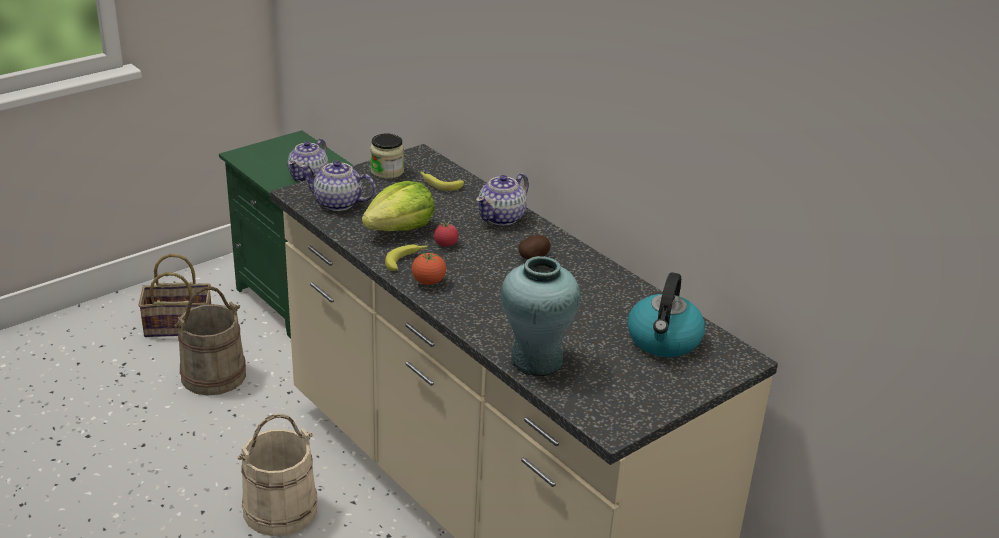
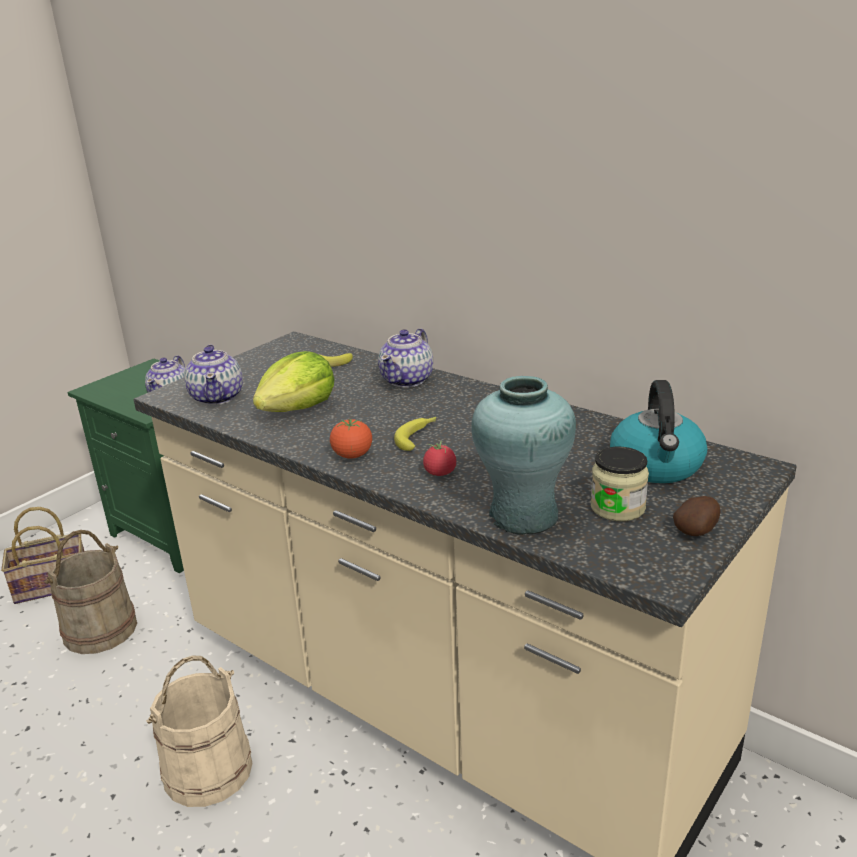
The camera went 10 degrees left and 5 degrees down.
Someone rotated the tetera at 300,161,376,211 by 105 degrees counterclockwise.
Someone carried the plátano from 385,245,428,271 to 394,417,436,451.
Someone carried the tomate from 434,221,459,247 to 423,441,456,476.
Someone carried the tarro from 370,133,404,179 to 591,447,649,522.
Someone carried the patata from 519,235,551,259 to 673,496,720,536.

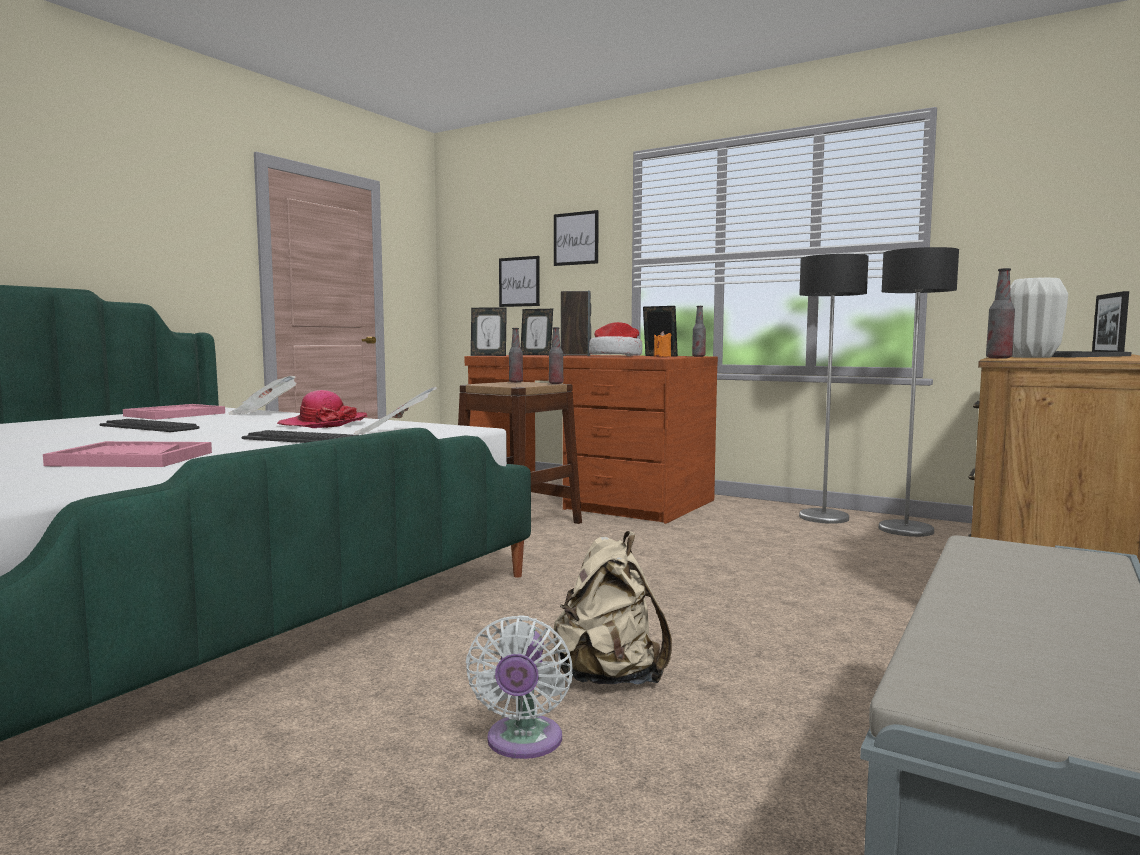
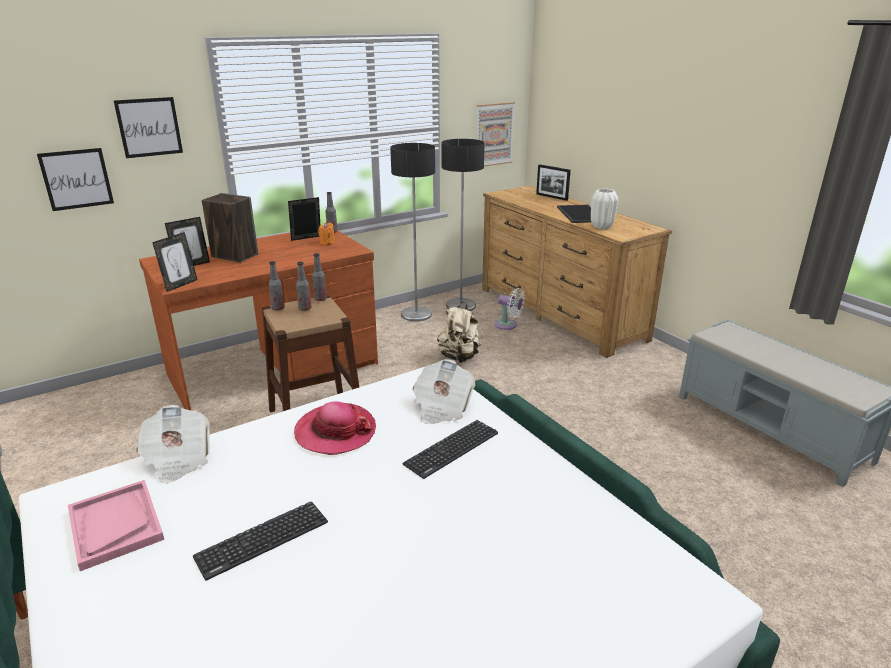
The camera went 65 degrees left and 20 degrees up.
Someone carried the botella from 986,268,1015,358 to 296,262,312,311.
Someone carried the mochila/beis from 553,531,672,684 to 437,302,481,363.
Someone put up the cuadro at 477,102,515,167.
Someone carried the ventilador/blanco from 466,615,573,759 to 495,288,525,330.
Someone took away the bandeja/rosa at 43,441,212,467.
Someone took away the sombrero at 589,322,643,356.

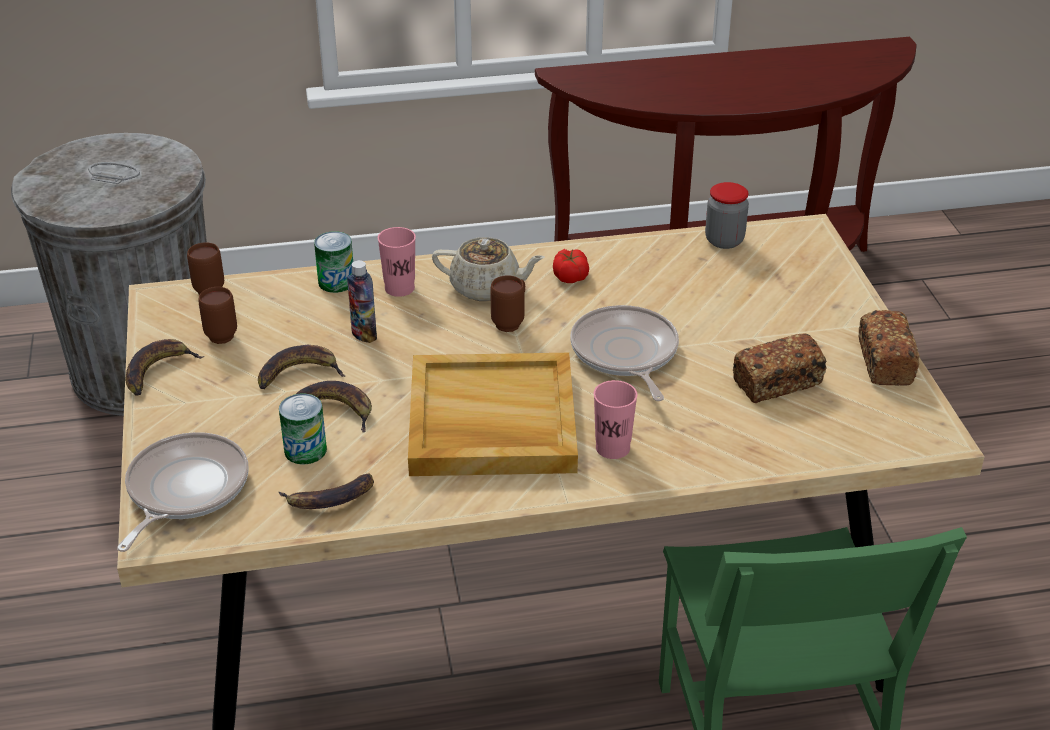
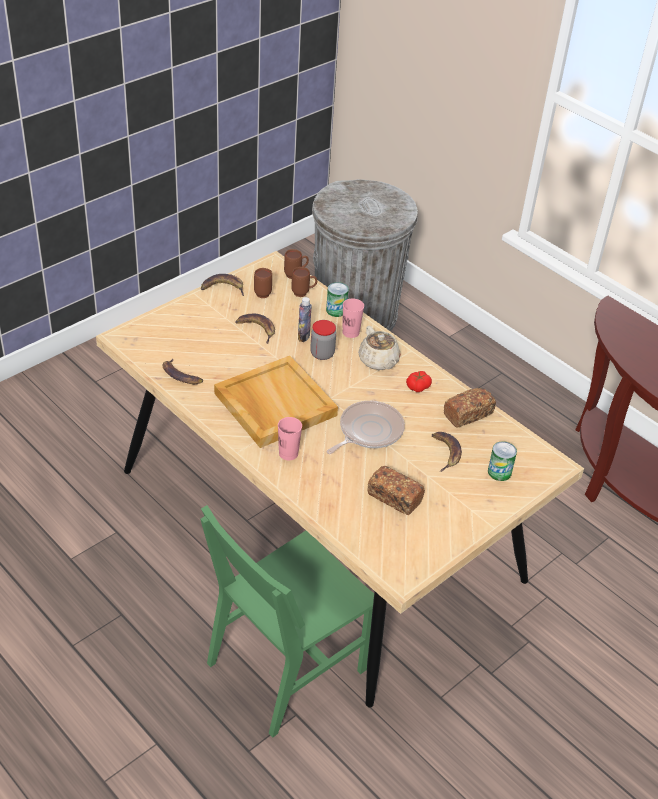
The camera went 55 degrees right and 5 degrees up.
Someone carried the taza grande/marrón from 490,275,525,332 to 291,267,317,297.
Someone carried the tarro from 705,182,749,249 to 310,320,336,360.
Someone carried the plátano from 296,381,372,433 to 432,432,462,472.
Someone carried the pan from 859,310,920,386 to 444,388,496,427.
Someone carried the lata from 279,394,327,464 to 488,441,517,481.
Someone took away the sartén at 117,432,248,552.

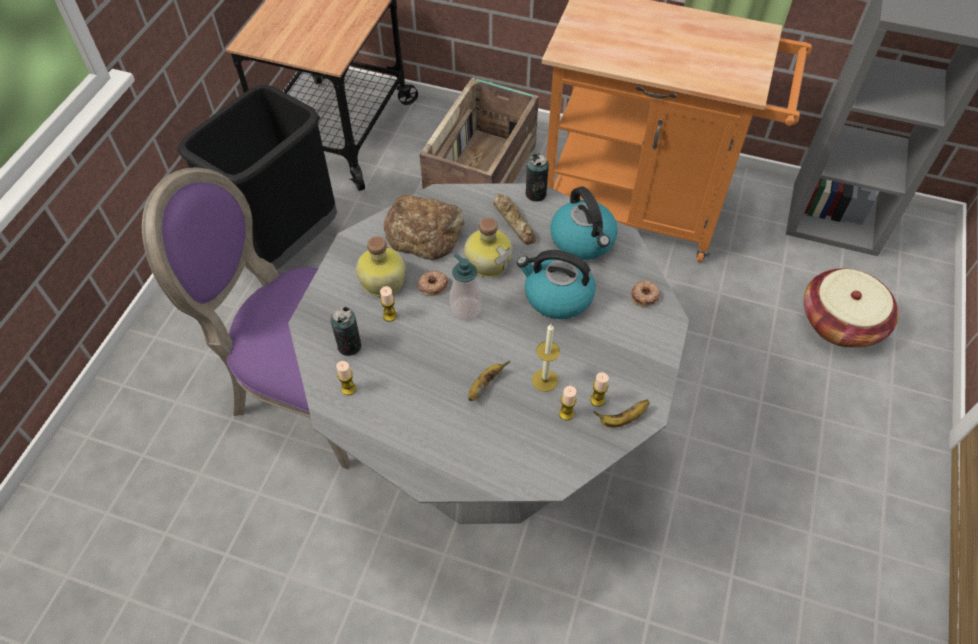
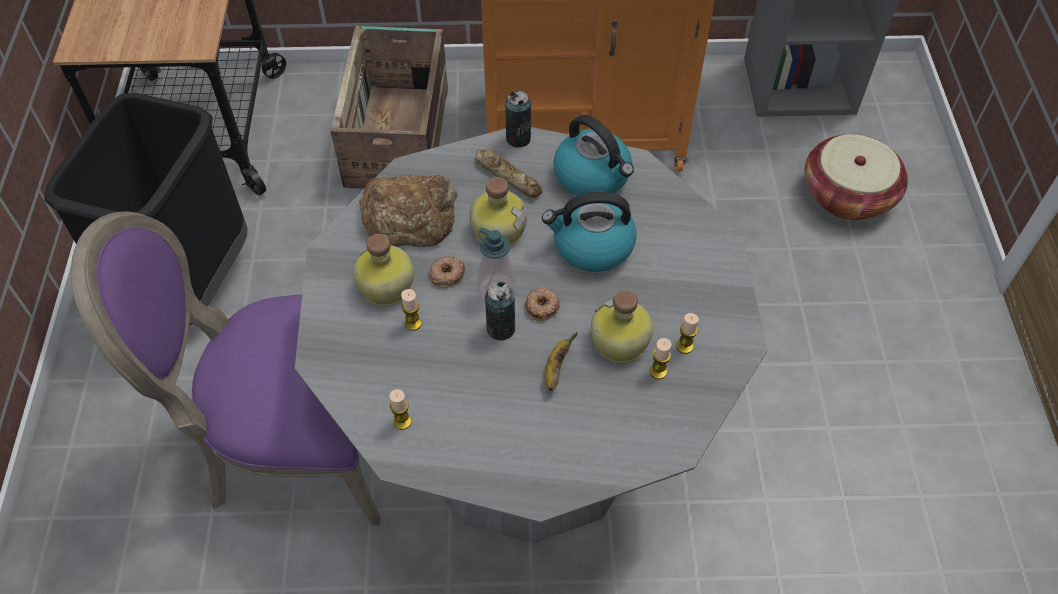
The camera went 20 degrees left and 0 degrees up.
Someone carried the lata from 330,307,361,356 to 485,282,515,340.
Someone carried the rosquilla from 631,281,660,307 to 525,287,560,321.
Someone swapped the vela at 532,324,560,392 for the botella at 591,290,653,363.
Someone took away the plátano at 593,400,650,428.

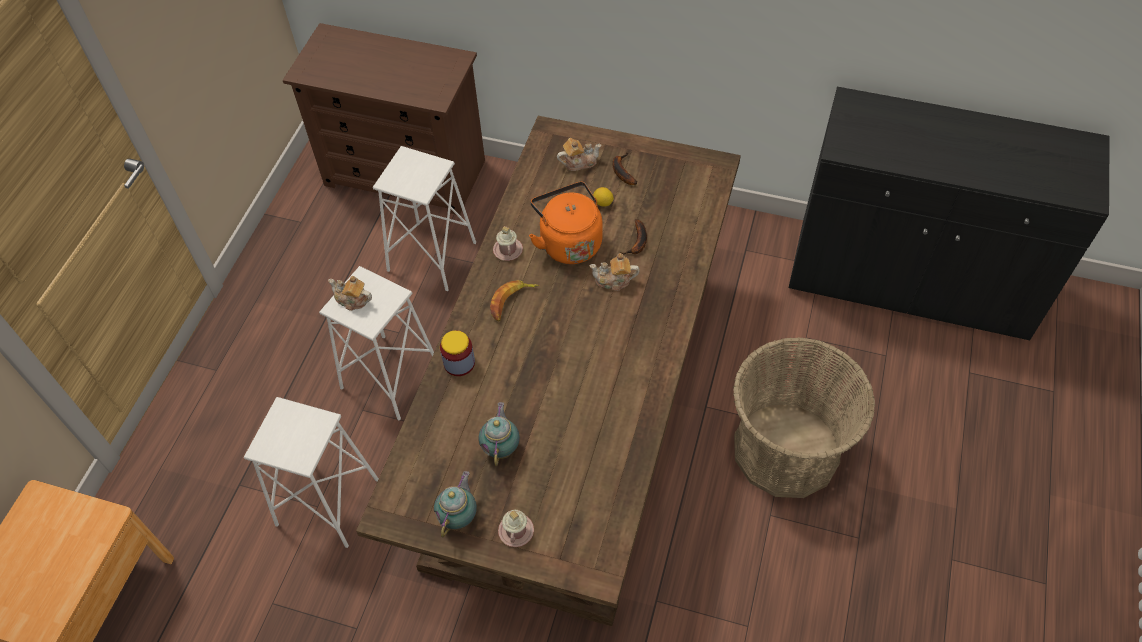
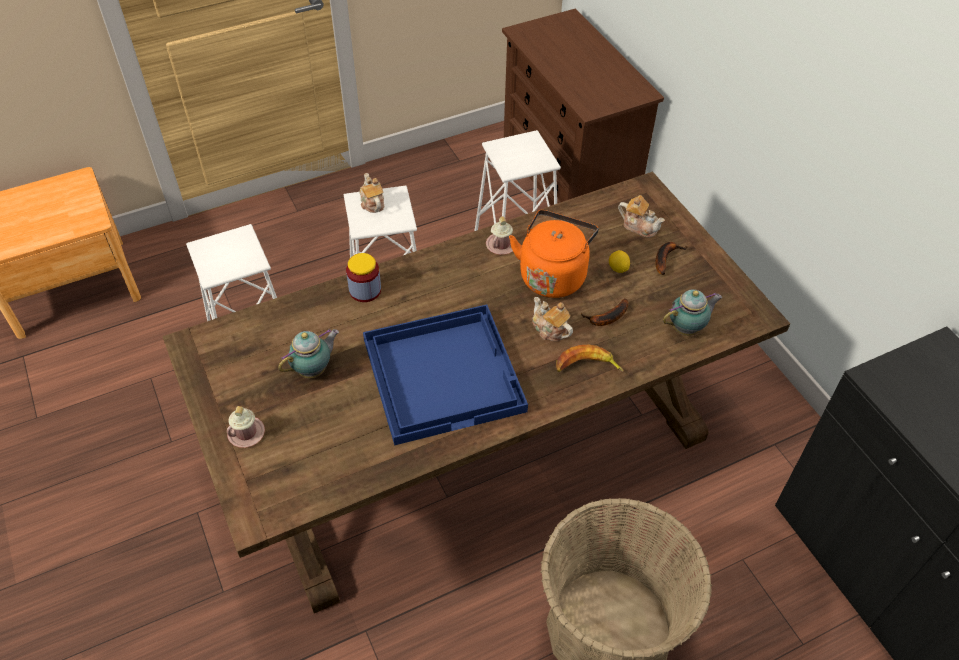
The camera went 45 degrees right and 5 degrees down.
Someone put down the bandeja/azul at 363,304,528,445.
Someone carried the plátano from 490,280,539,322 to 556,345,624,372.
Someone carried the tetera from 434,471,477,538 to 663,289,722,336.

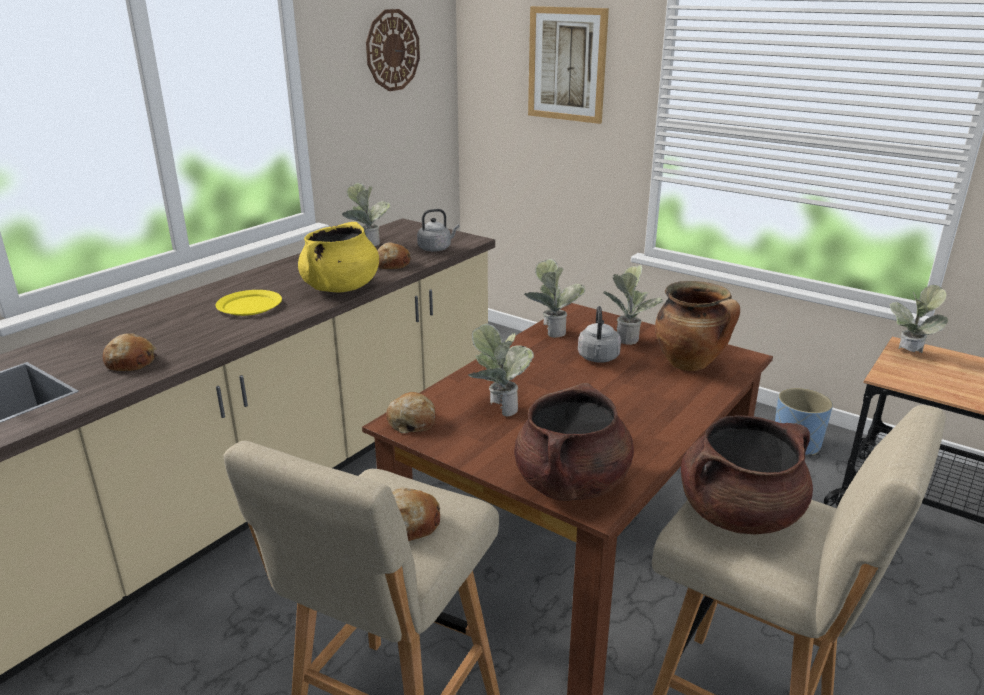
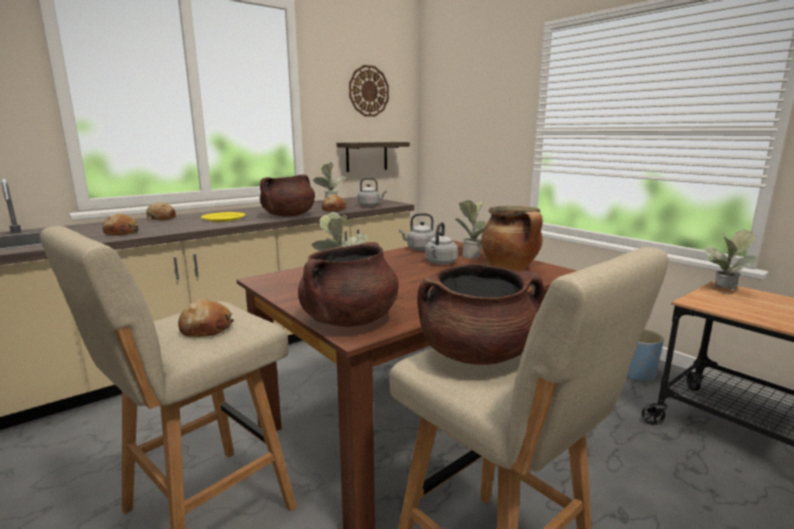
The camera went 15 degrees right and 10 degrees down.
Someone carried the pan from 386,392,436,433 to 146,202,176,221.
Someone repainted the olla/amarillo at 298,222,379,293, which became the olla/marrón at 260,174,315,216.
Someone put up the estante at 337,142,410,172.
Someone swapped the planta en maceta at 525,259,585,338 for the hervidor/gris at 399,213,436,251.
Someone took away the cuadro at 528,6,609,124.

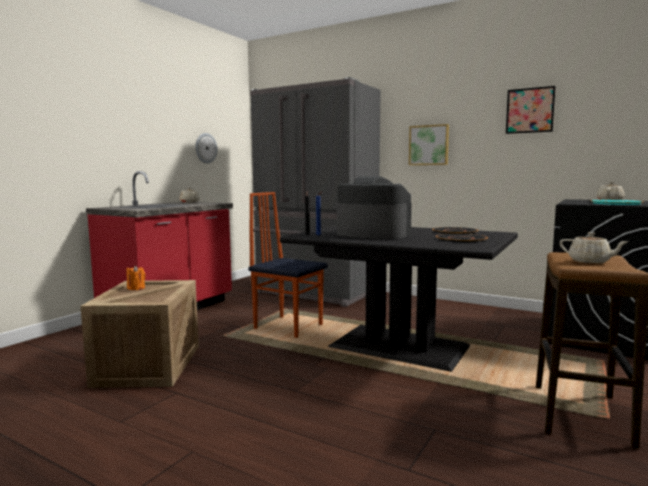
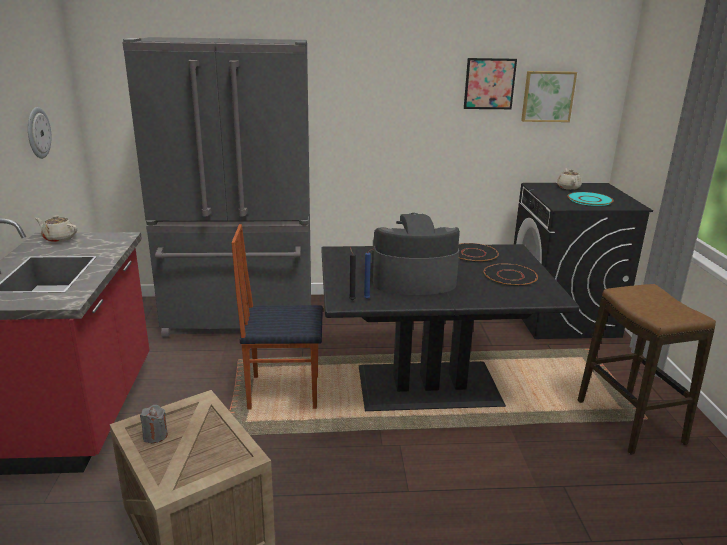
The camera went 35 degrees left and 15 degrees up.
Someone repainted the vela/naranja at 126,266,146,290, which became the vela/gris at 140,405,168,443.
Someone carried the cuadro from 409,124,449,165 to 521,71,577,122.
Someone took away the tetera/beis at 560,232,629,264.

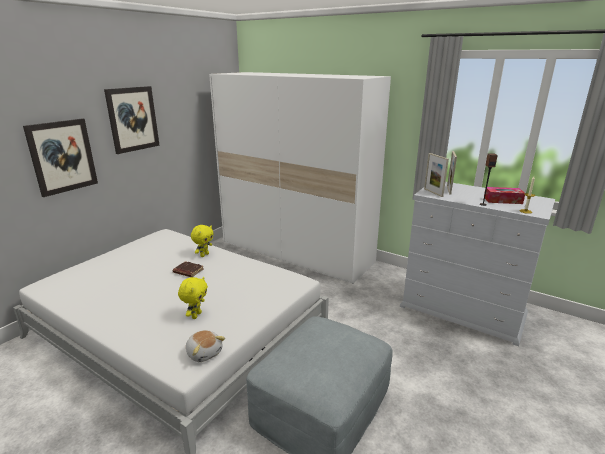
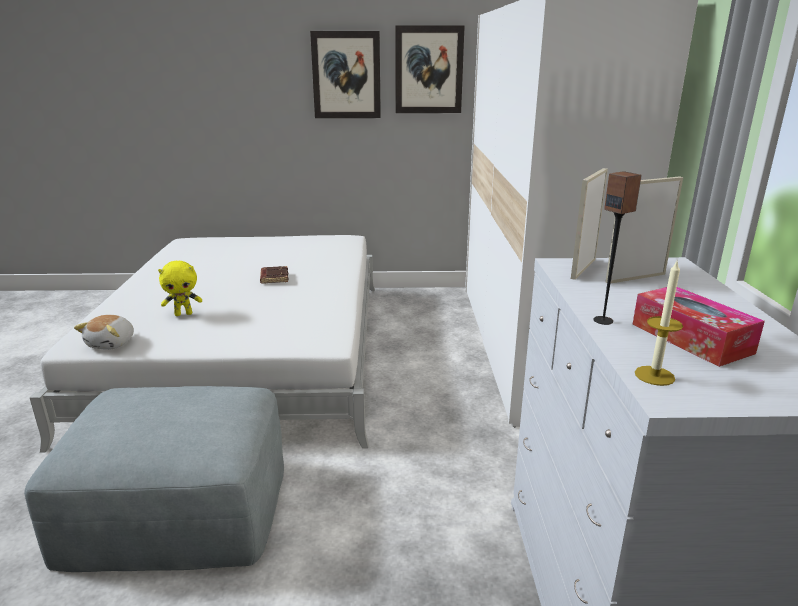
The camera went 55 degrees right and 0 degrees up.
Someone carried the cuadro from 23,118,98,197 to 395,26,465,113.
Someone took away the peluche/amarillo at 191,225,214,257.

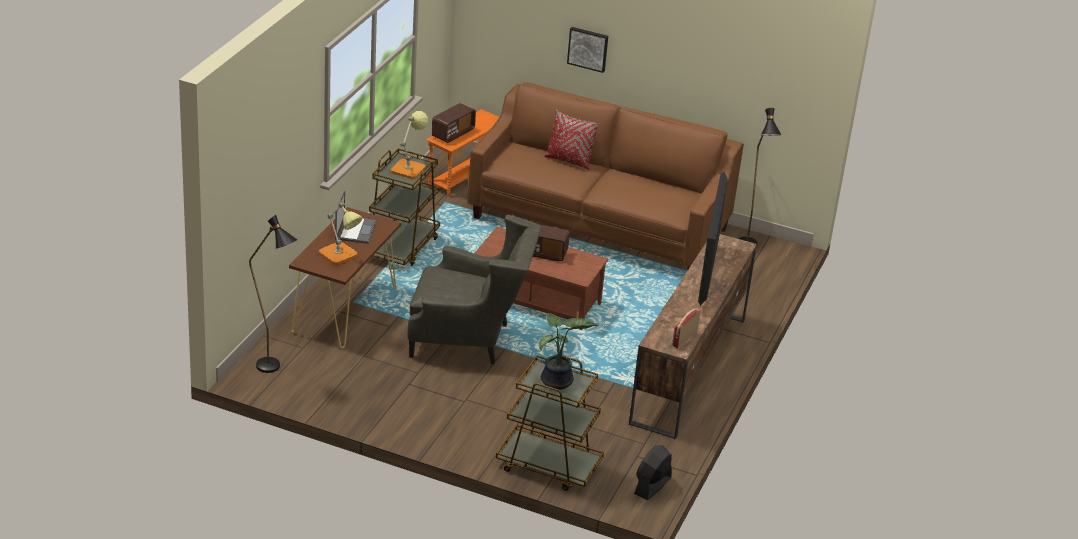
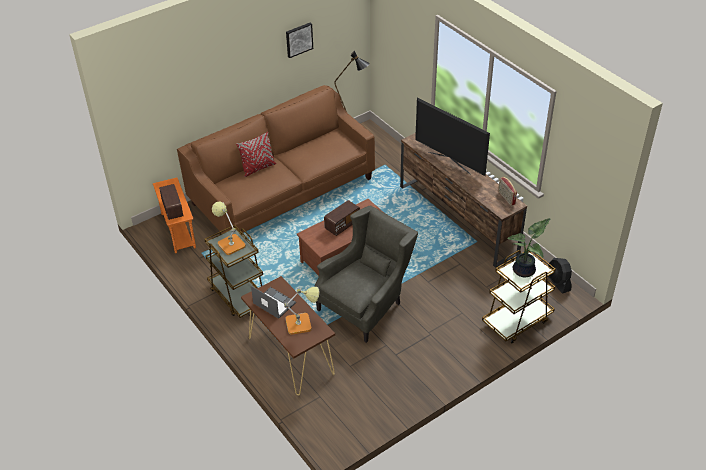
The camera went 55 degrees left and 10 degrees up.
Someone carried the cuadro from 567,27,608,73 to 286,23,313,58.
Someone took away the lámpara de pie/negro at 249,215,297,373.

